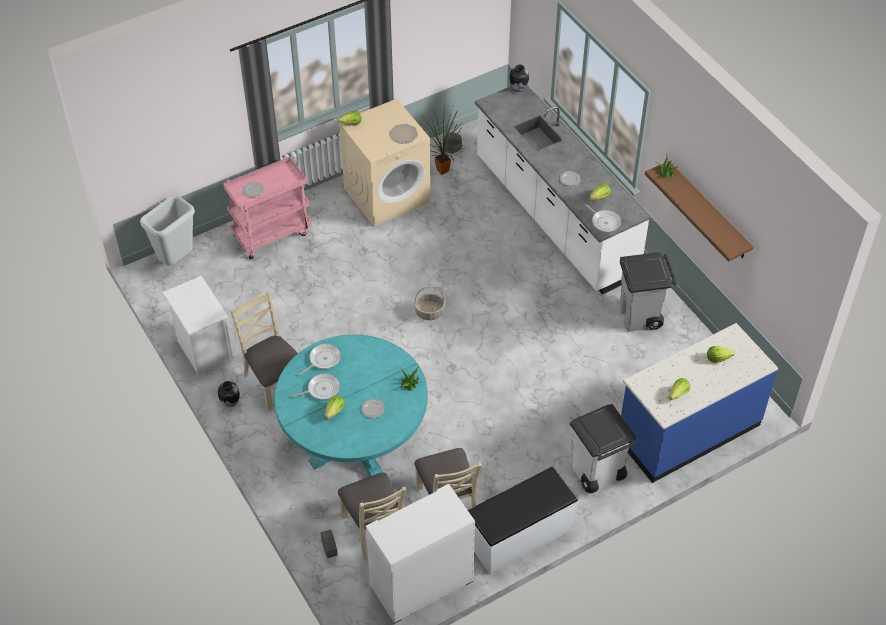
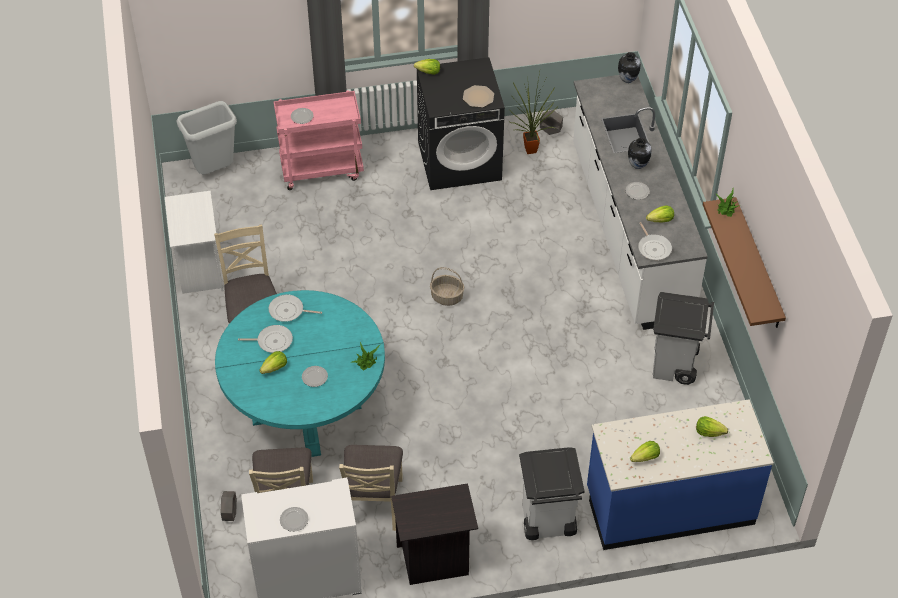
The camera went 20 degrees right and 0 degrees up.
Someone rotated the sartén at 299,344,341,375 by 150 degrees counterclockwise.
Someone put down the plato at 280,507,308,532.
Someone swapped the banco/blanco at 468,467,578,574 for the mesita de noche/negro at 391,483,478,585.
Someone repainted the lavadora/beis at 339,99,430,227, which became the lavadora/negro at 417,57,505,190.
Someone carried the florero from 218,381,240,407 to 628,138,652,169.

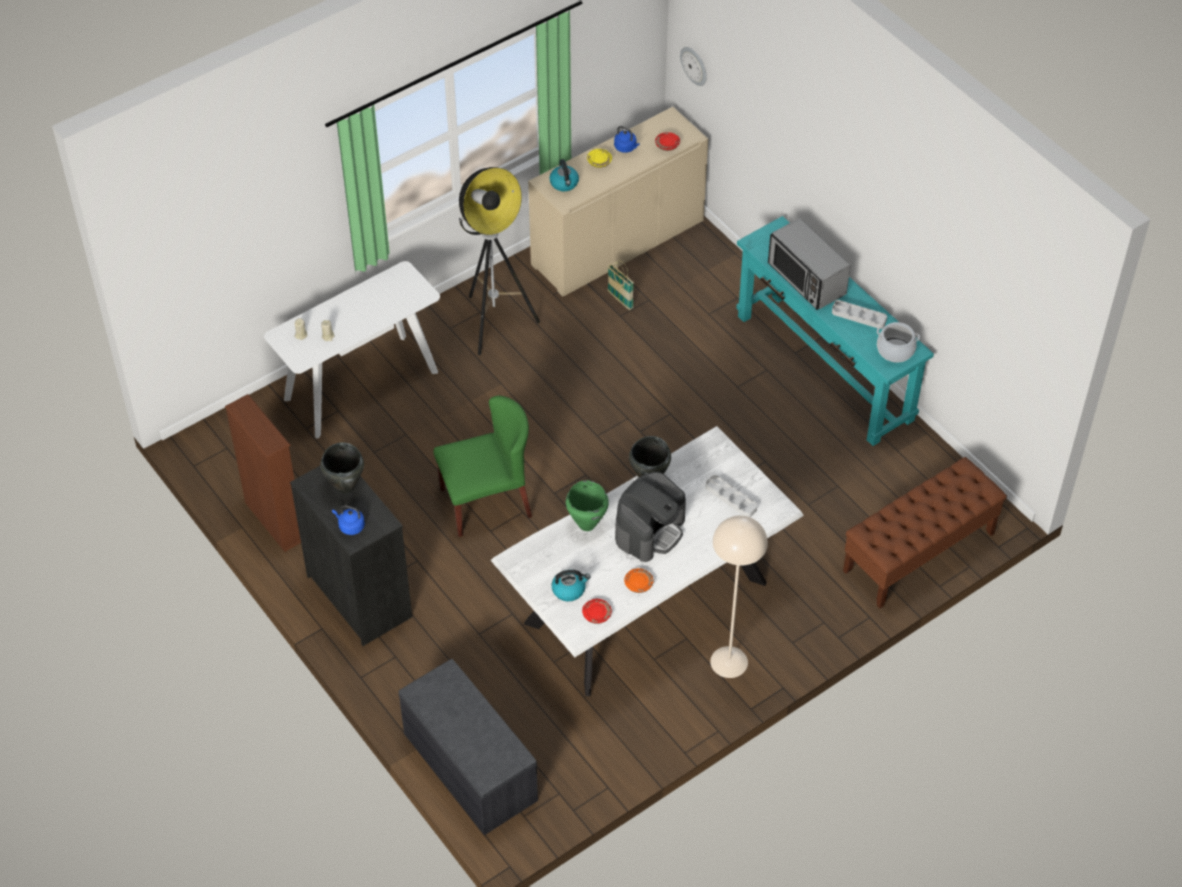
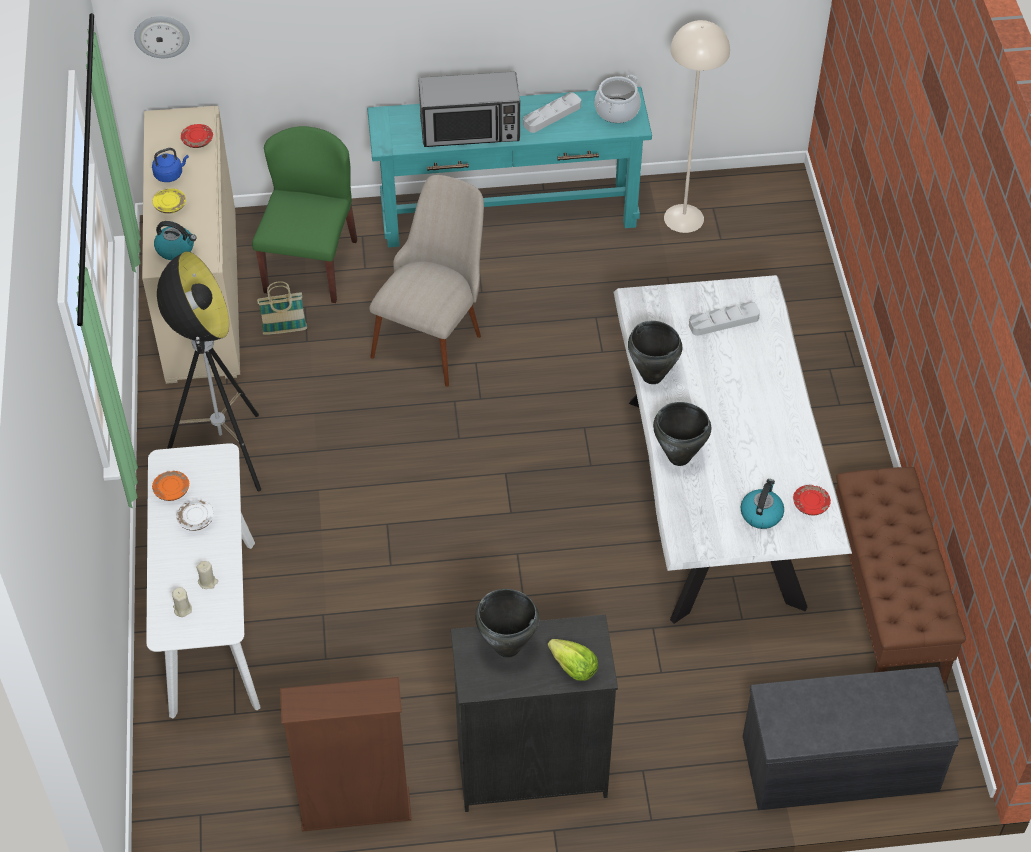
The camera went 60 degrees left and 0 degrees up.
Someone carried the plato/naranja from 624,568,654,593 to 152,471,189,501.
Someone put down the plato/blanco at 177,500,214,531.
Someone carried the silla/verde from 433,396,532,537 to 252,126,357,303.
Someone put down the silla/beis at 369,175,484,387.
Someone swapped the hervidor/azul at 332,505,365,535 for the lechuga at 548,639,598,681.
Someone repainted the olla/verde at 566,480,609,531, which became the olla/negro at 653,402,711,466.
Someone carried the lámpara de pie/beis from 710,515,768,678 to 664,20,730,233.
Someone carried the banco/marrón from 843,457,1007,608 to 836,467,966,683.
Someone took away the cafetera at 615,472,686,562.

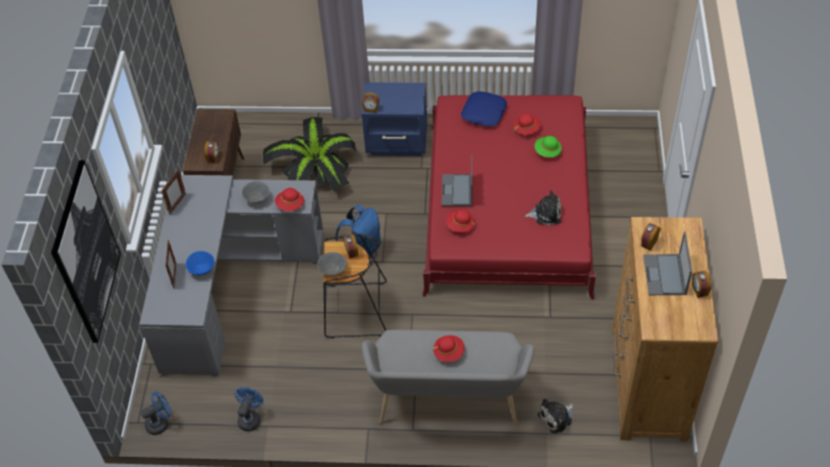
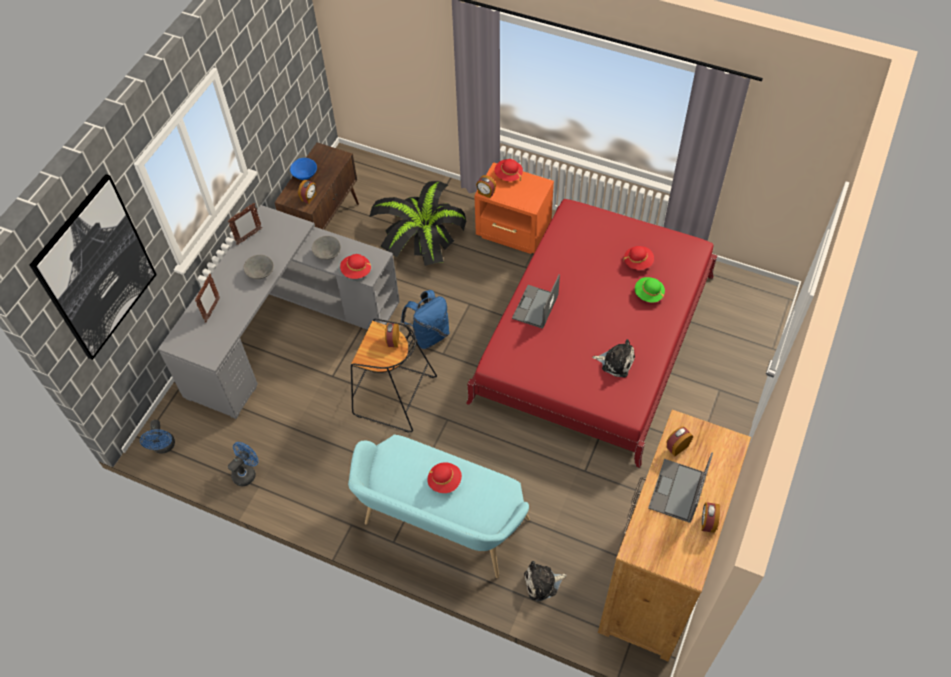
The camera went 20 degrees right and 5 degrees up.
Someone rotated the ventilador/azul at 141,391,171,435 by 90 degrees clockwise.
Someone carried the cuenco/gris from 317,252,347,276 to 244,255,274,279.
Someone carried the cuenco/azul from 186,251,214,275 to 290,158,317,180.
Someone repainted the banco/gris at 361,330,534,427, which became the banco/turquesa at 348,434,530,578.
Someone repainted the mesita de noche/azul at 362,82,427,156, which became the mesita de noche/naranja at 474,162,554,254.
Someone carried the sombrero/rojo from 446,210,475,233 to 494,159,523,181.
Someone took away the cojín/azul at 461,91,507,127.

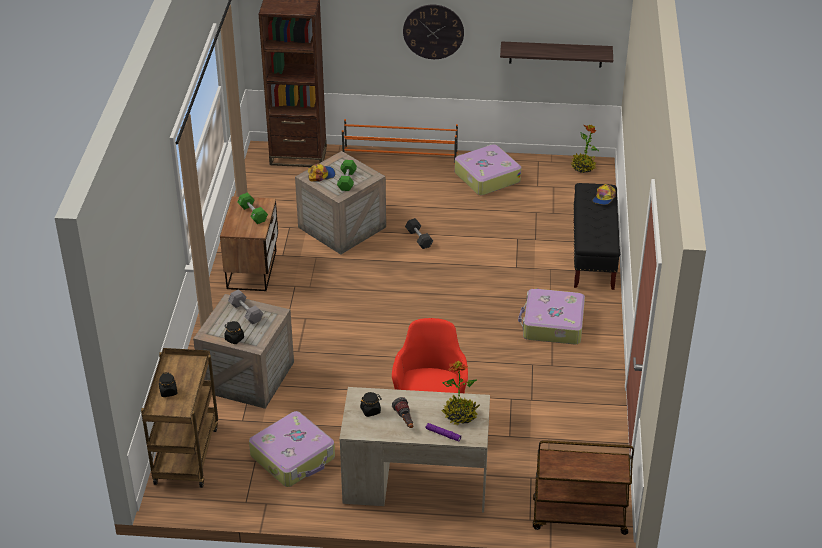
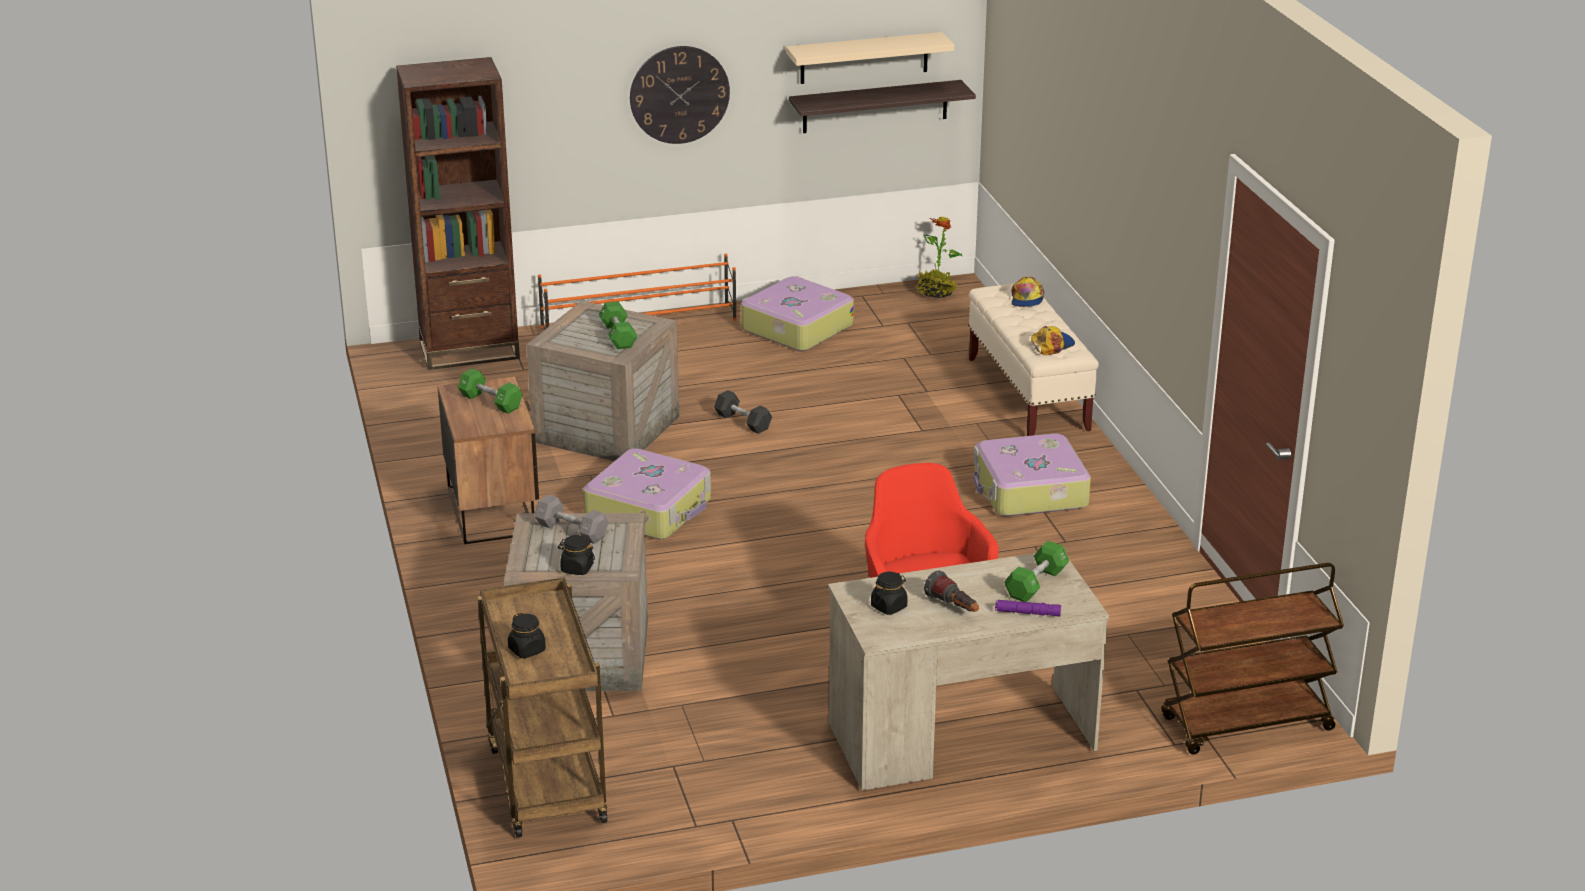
The camera went 20 degrees left and 10 degrees down.
Someone carried the maleta from 249,411,335,487 to 583,448,711,539.
Someone put up the estante/beis at 786,32,954,84.
Someone repainted the banco/negro at 573,183,620,290, which became the banco/beis at 968,284,1099,436.
Someone swapped the planta en maceta at 441,361,480,425 for the mancuerna/verde at 1004,541,1069,602.
Someone carried the gorra from 308,164,335,182 to 1031,326,1075,355.

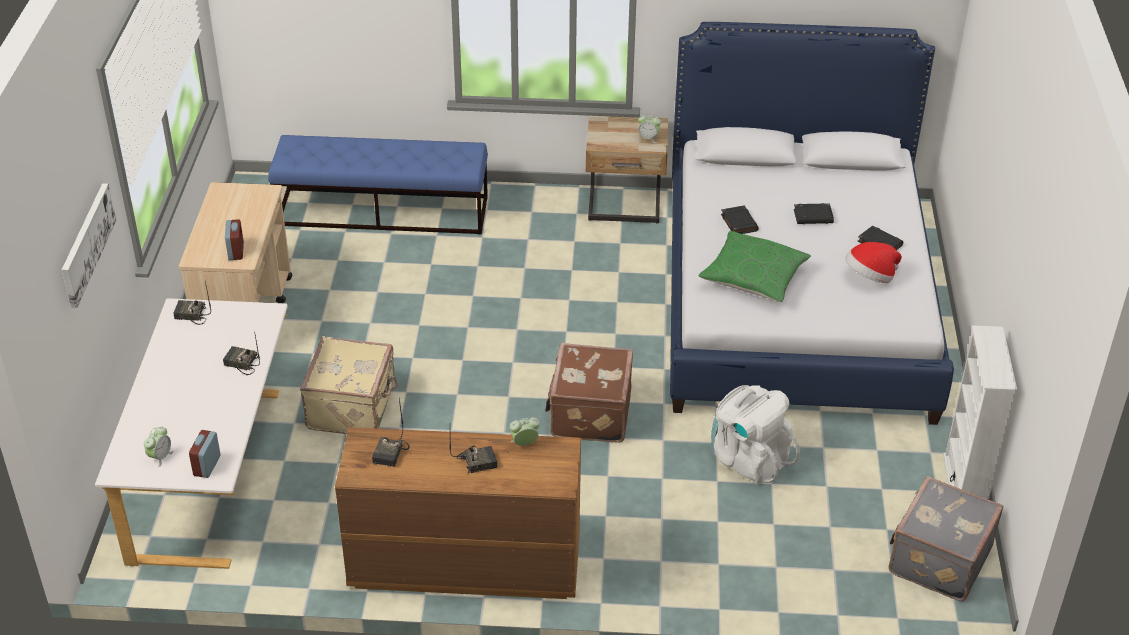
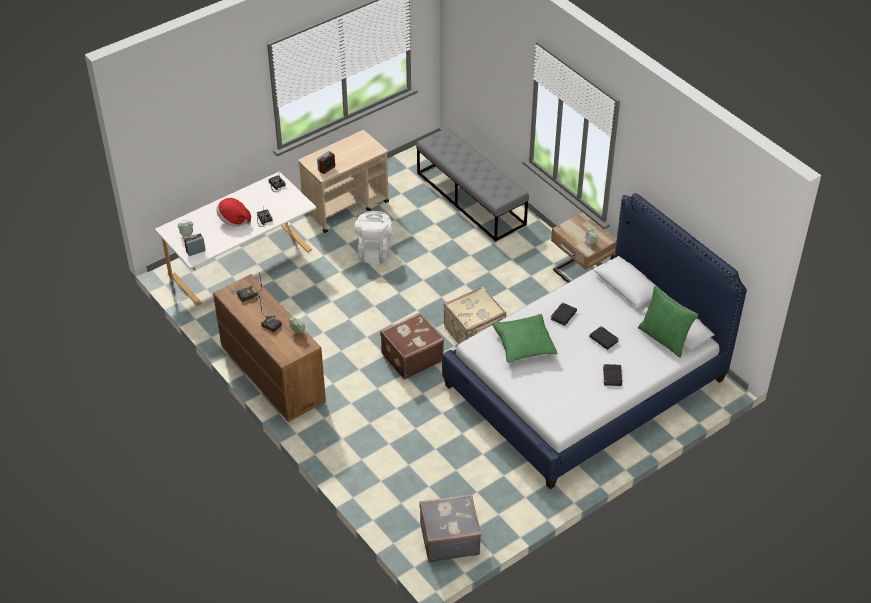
The camera went 50 degrees right and 5 degrees up.
Someone carried the sombrero from 845,242,902,283 to 216,198,251,227.
Someone carried the mochila/blanco from 711,385,800,485 to 355,211,393,264.
Someone repainted the banco/azul at 268,135,488,235, which became the banco/gris at 416,127,529,242.
Someone carried the maleta/beis from 300,336,398,434 to 443,286,506,344.
Someone put down the cojín/verde at 638,286,699,358.
Someone took away the cuadro at 62,183,116,308.
Someone took away the estantería/blanco at 943,325,1017,500.

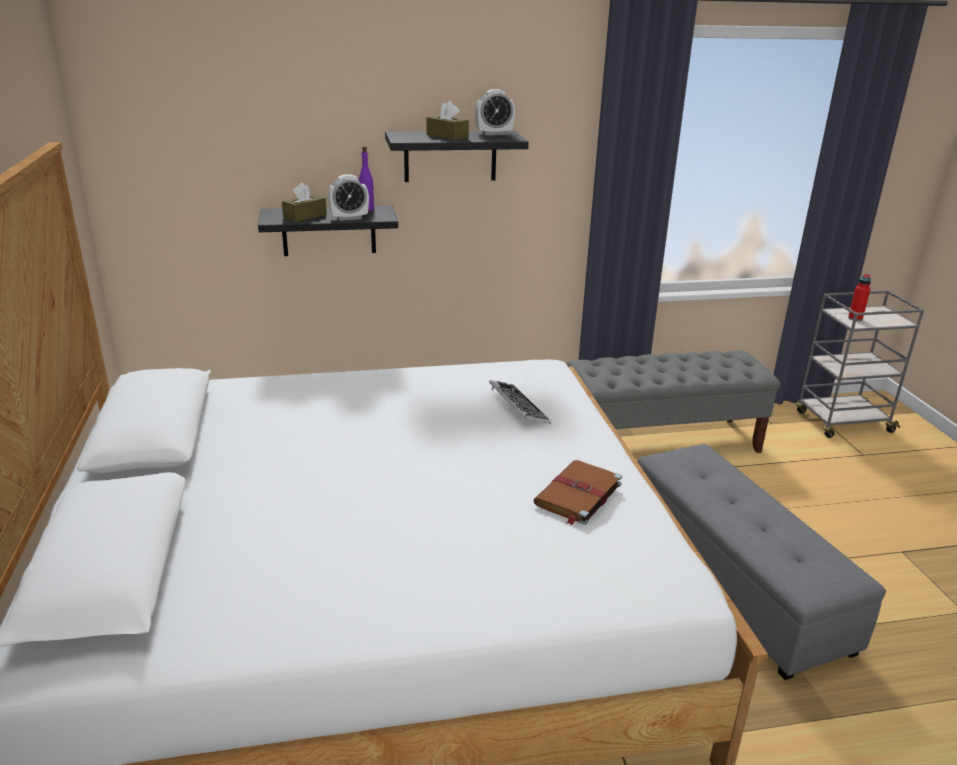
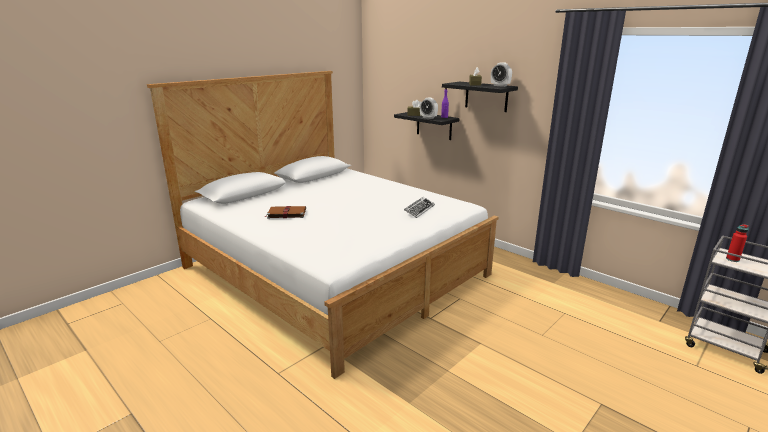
The camera went 55 degrees right and 5 degrees down.
Someone carried the libro/marrón from 533,460,622,526 to 265,206,306,219.
Someone took away the banco/gris at 567,350,781,453.
Someone took away the puf/gris at 637,444,886,680.

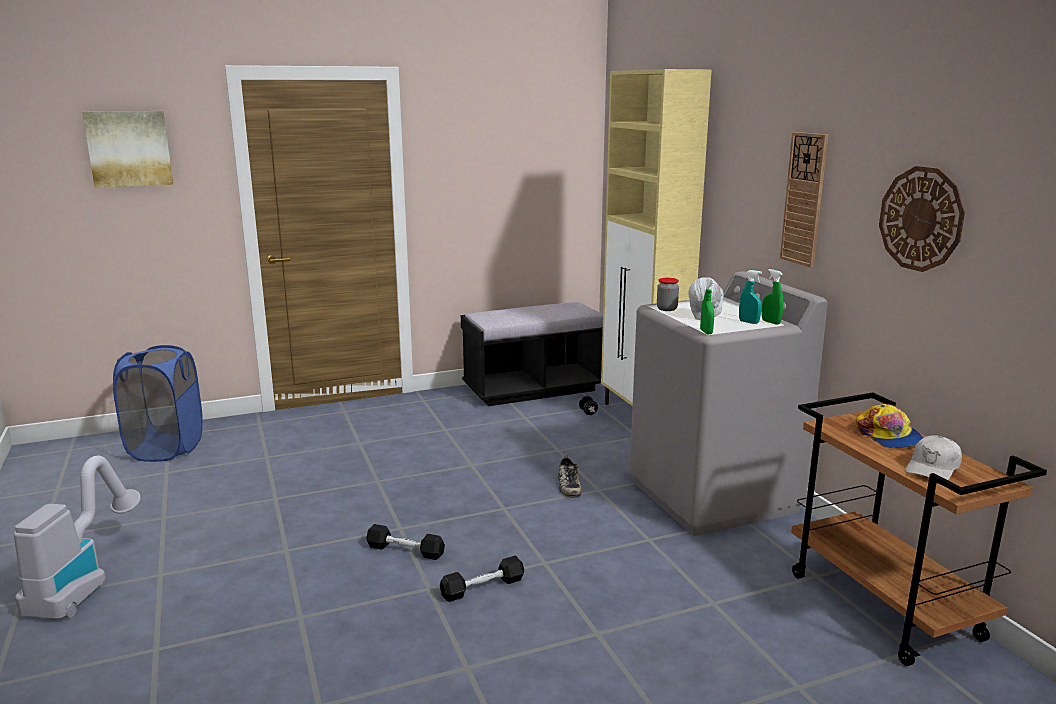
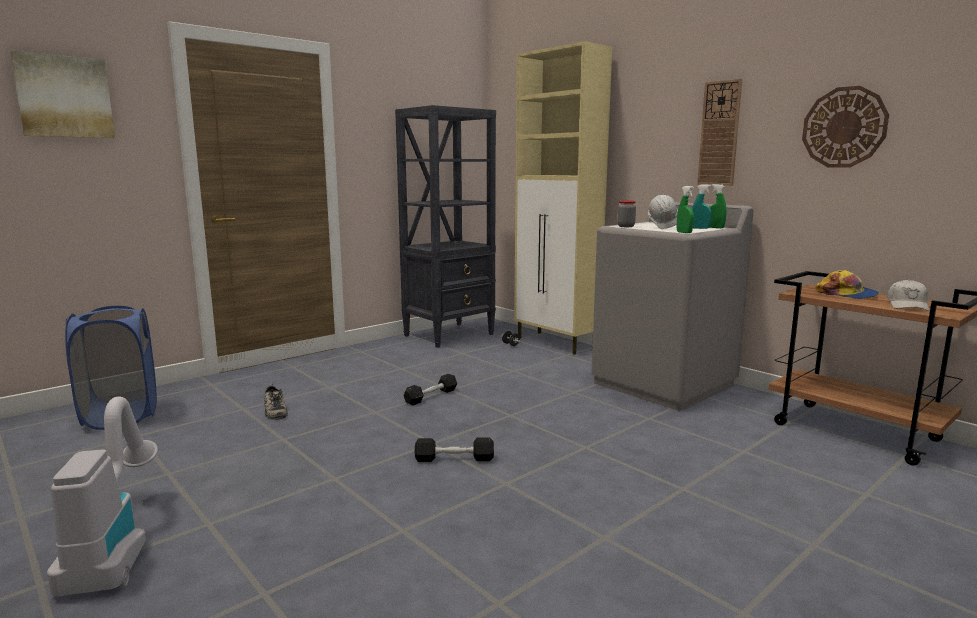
The camera went 20 degrees left and 5 degrees down.
Someone carried the zapato from 558,455,582,498 to 264,384,288,419.
Someone swapped the banco/negro at 461,302,603,406 for the estantería/negro at 395,105,496,348.
Someone carried the mancuerna/negro from 440,556,524,602 to 404,374,457,405.

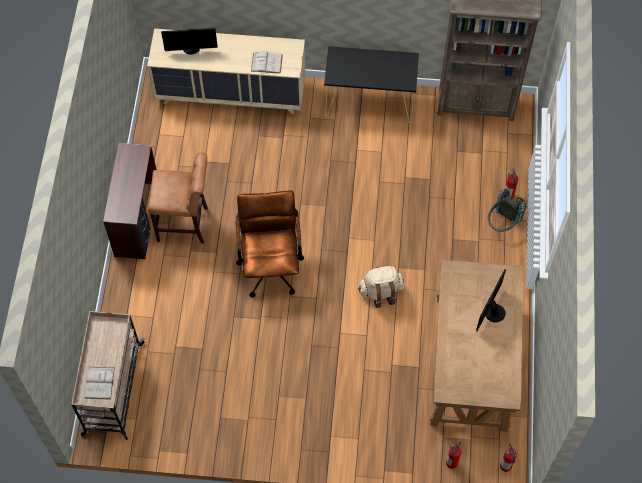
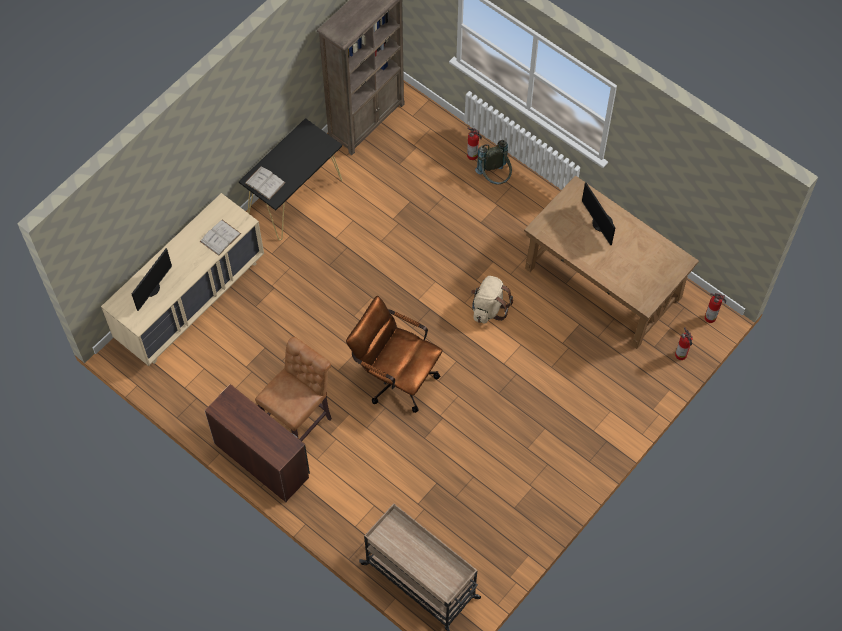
The camera went 55 degrees left and 0 degrees up.
Someone carried the libro/blanco from 85,367,115,400 to 245,166,285,200.

